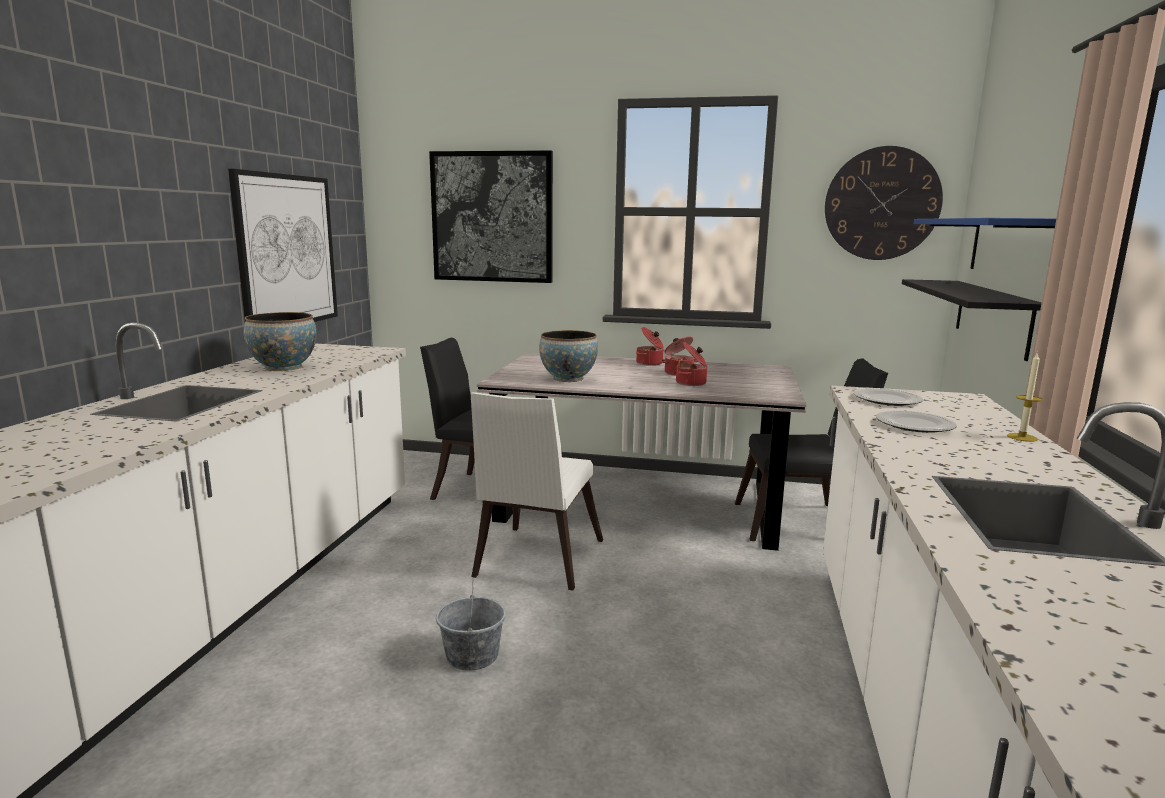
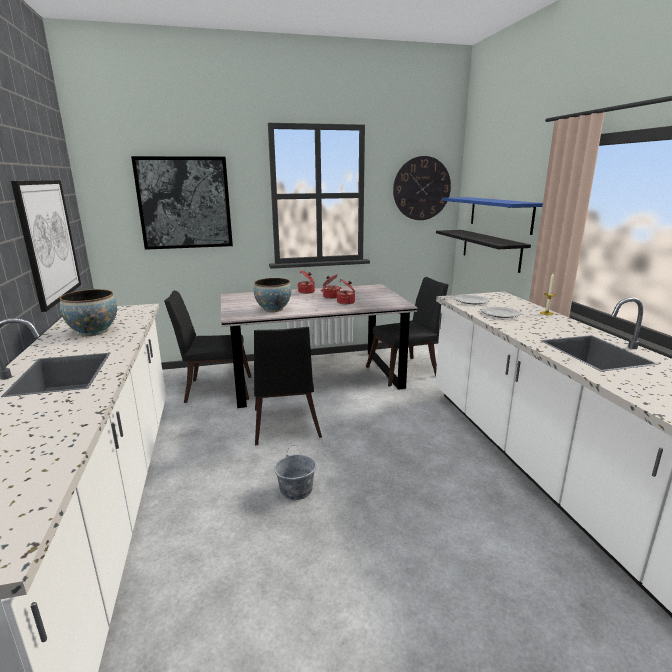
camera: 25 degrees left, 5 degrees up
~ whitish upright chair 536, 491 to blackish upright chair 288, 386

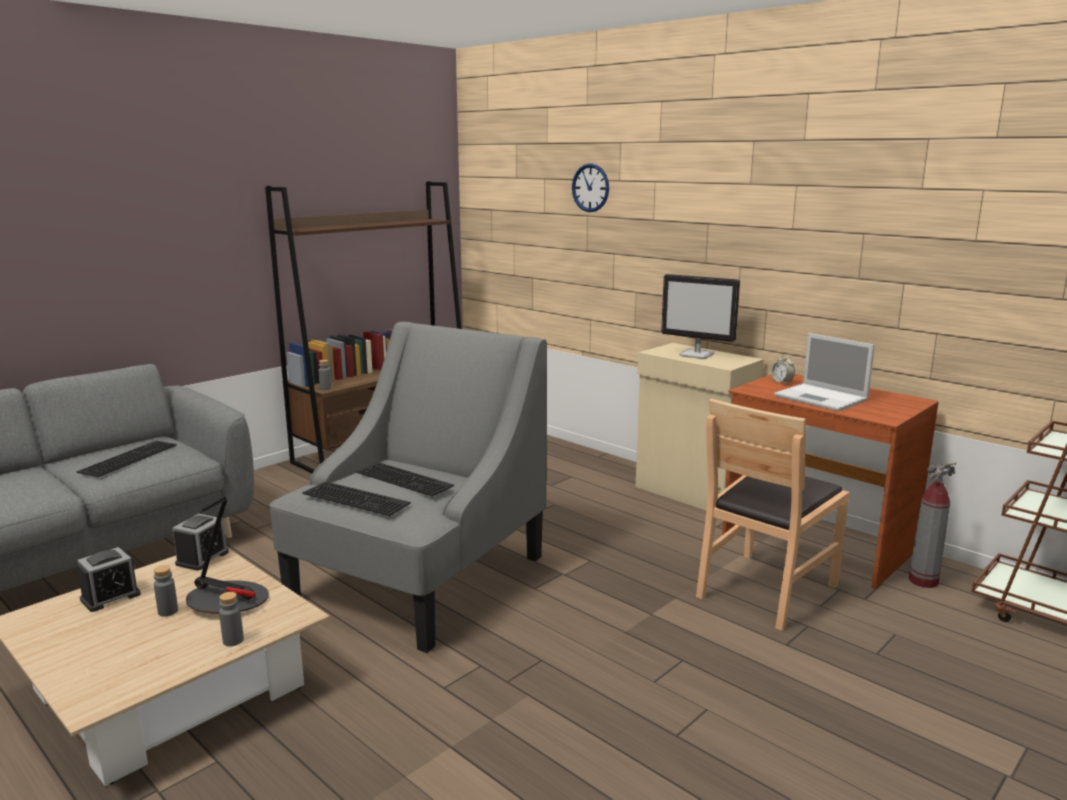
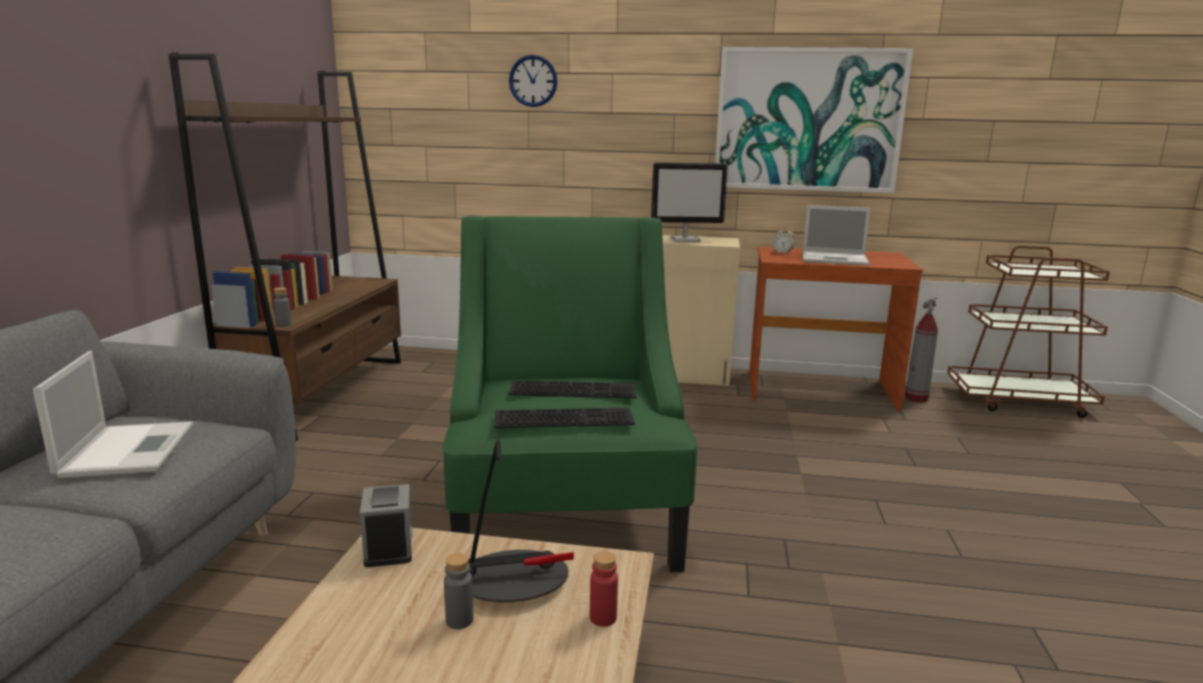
camera: 35 degrees left, 0 degrees up
- table clock 108, 579
~ keyboard 127, 459 to laptop 113, 414
~ greyish beverage bottle 231, 619 to red-coloured beverage bottle 604, 589
~ greyish easy chair 408, 487 to green-coloured easy chair 570, 394
- brownish upright chair 773, 514
+ picture 814, 120

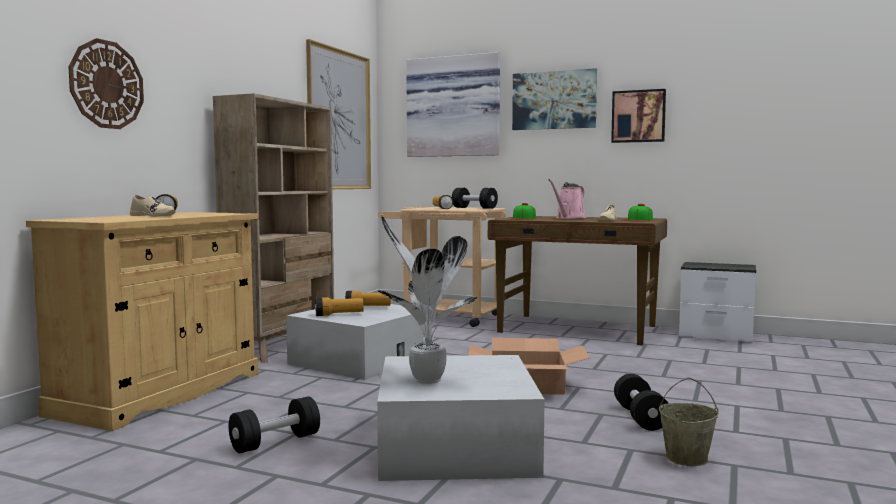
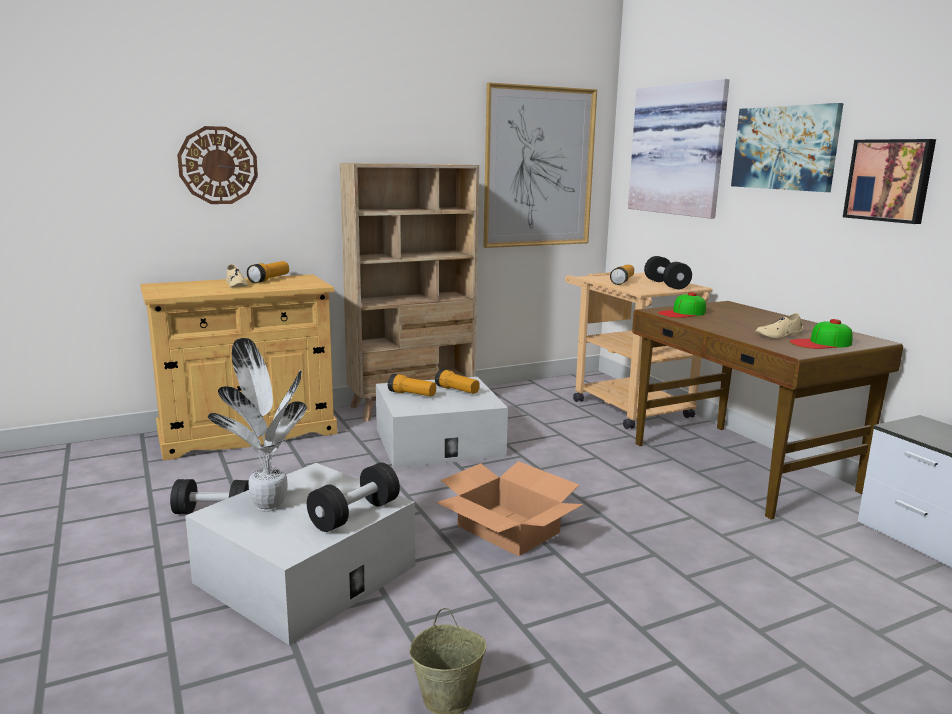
camera: 40 degrees right, 10 degrees up
- pinkish sprinkling can 567, 199
~ blackish hand weight 641, 402 to 353, 497

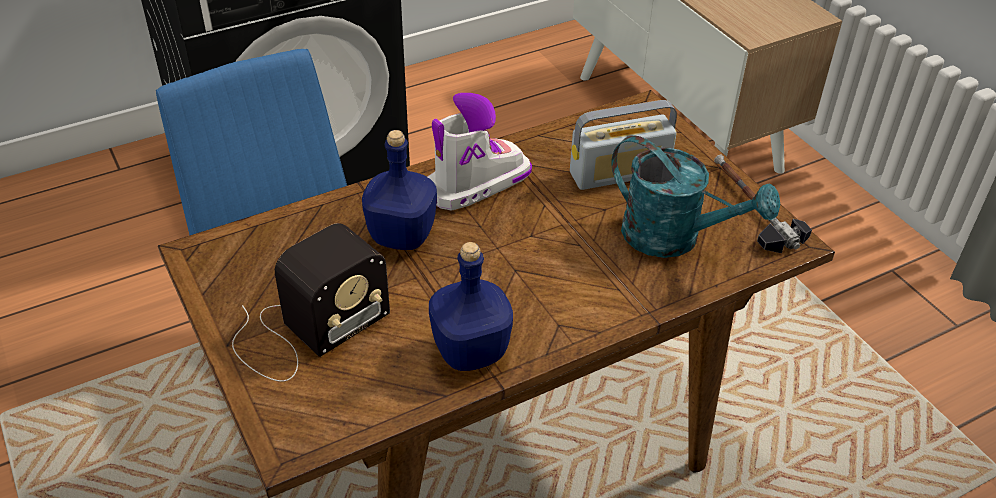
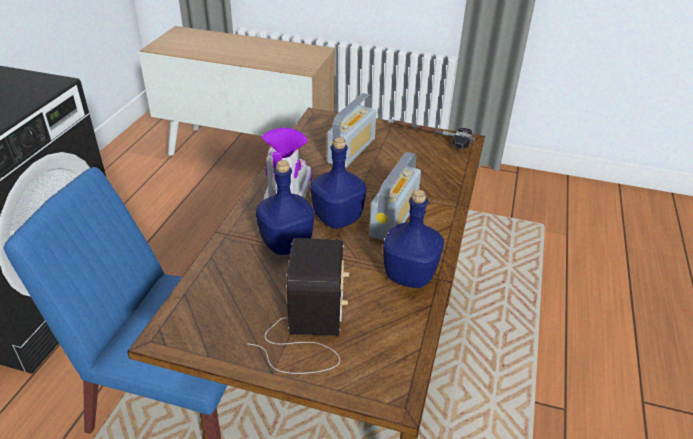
camera: 45 degrees left, 5 degrees down
- turquoise sprinkling can 696, 197
+ bluish beverage bottle 338, 183
+ radio receiver 395, 196

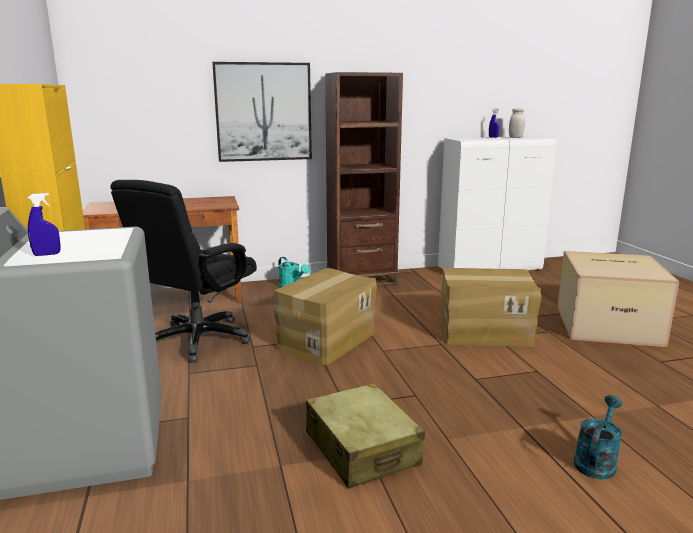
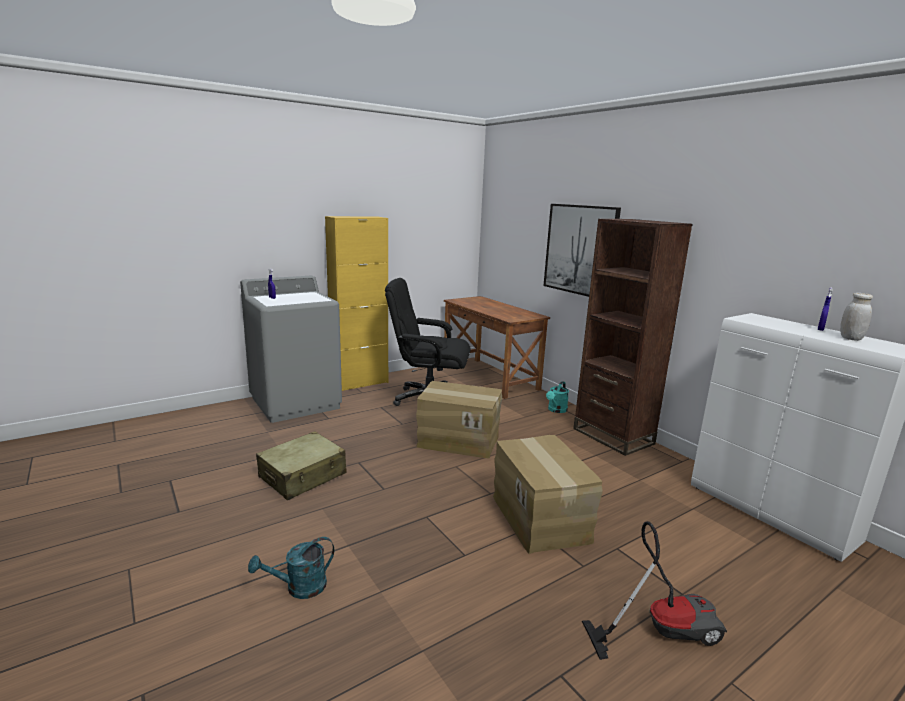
camera: 70 degrees right, 0 degrees up
~ cardboard box 618, 299 to vacuum cleaner 654, 590
~ turquoise sprinkling can 598, 437 = 291, 568 135 degrees clockwise

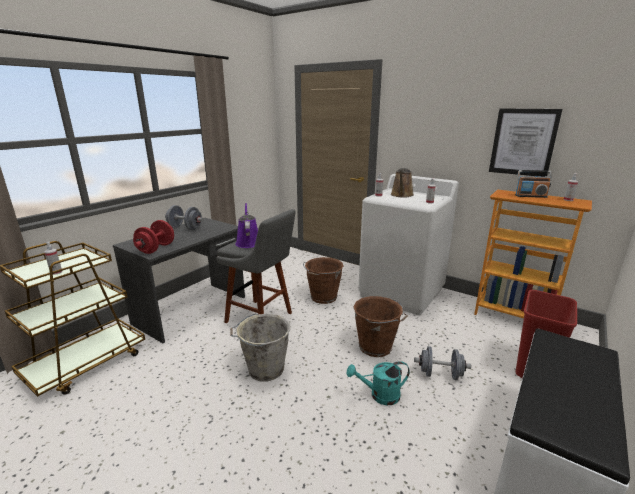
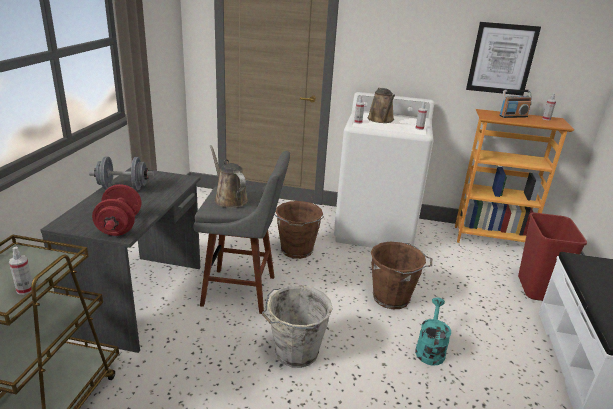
camera: 25 degrees left, 5 degrees up
~ purple-coloured sprinkling can 246, 225 to brownish sprinkling can 229, 176
~ turquoise sprinkling can 378, 383 = 433, 332 135 degrees clockwise
- greyish hand weight 442, 363

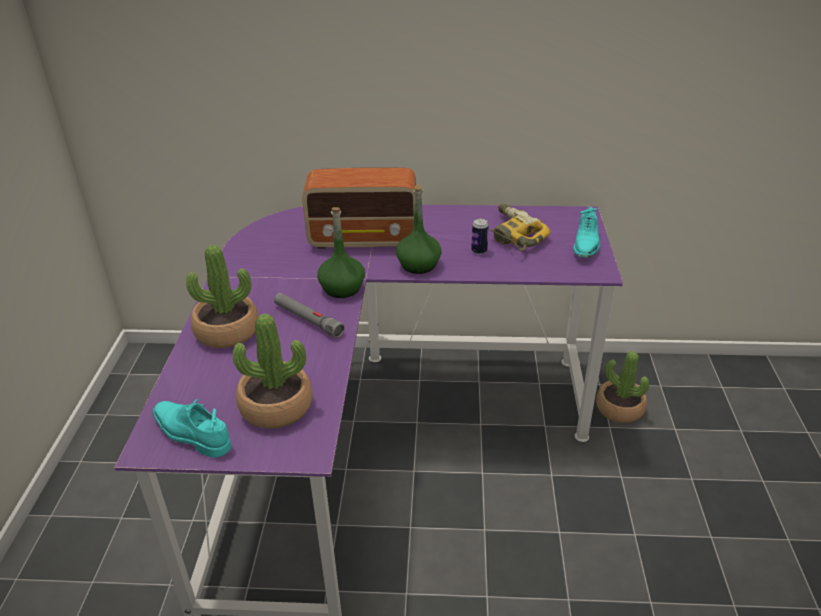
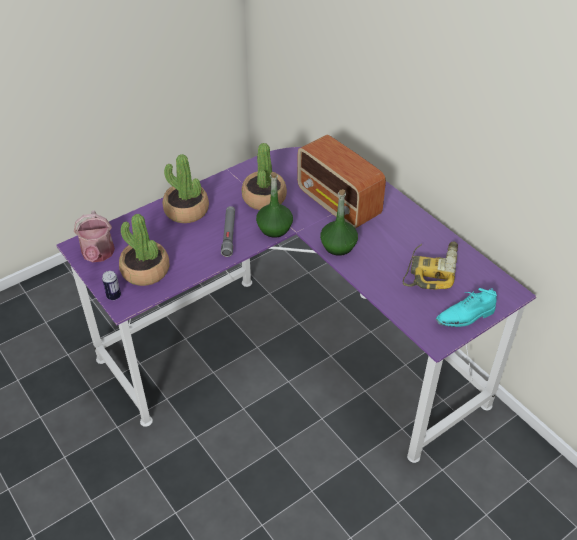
camera: 50 degrees right, 10 degrees up
~ turquoise item of footwear 192, 428 to sprinkling can 94, 236
~ metal can 480, 236 to 111, 285
~ plant in a pot 622, 387 to 264, 176

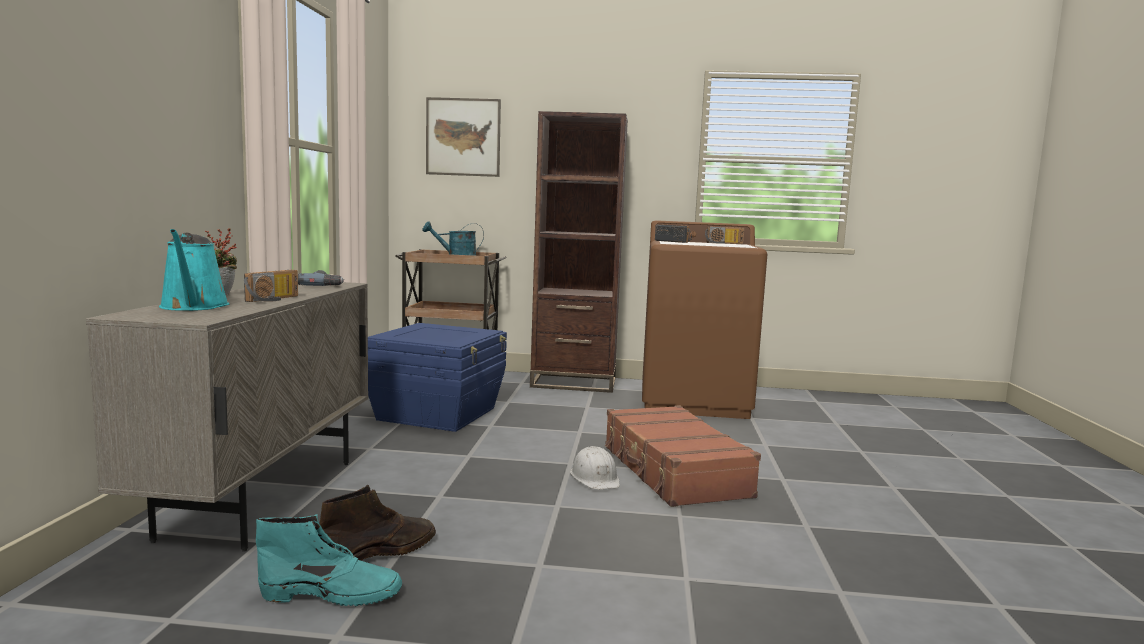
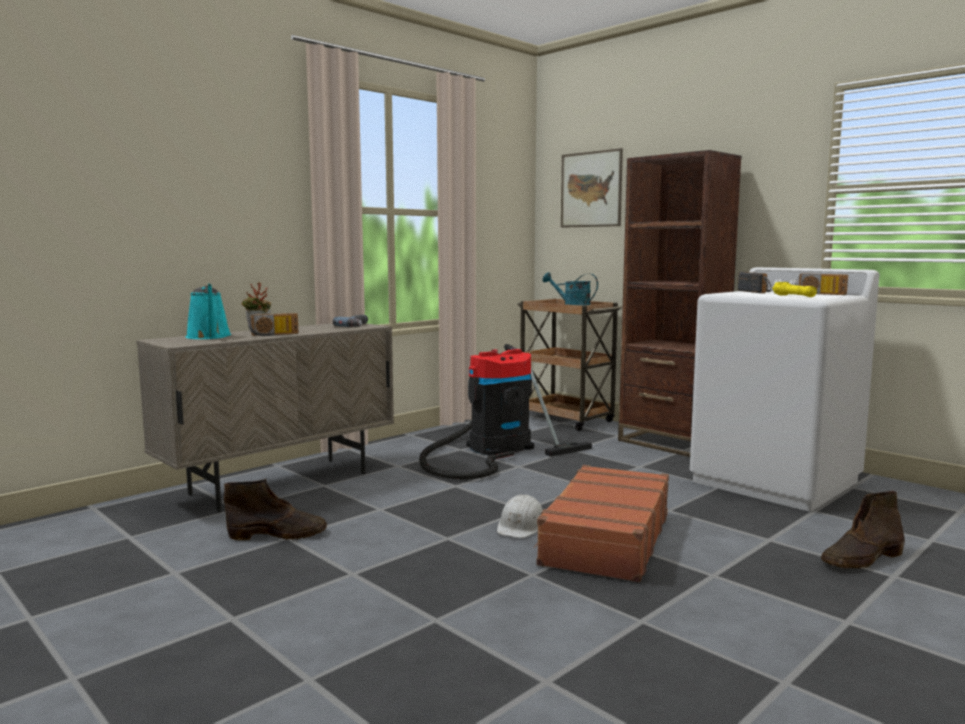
camera: 40 degrees right, 0 degrees up
~ turquoise sprinkling can 194, 270 = 208, 311 45 degrees counterclockwise
- turquoise high-top boot 329, 560
~ bluish storage container 437, 377 to vacuum cleaner 505, 412
~ brownish laundry machine 704, 319 to whitish laundry machine 784, 389
+ yellow-coloured flashlight 794, 289
+ brownish high-top boot 863, 530

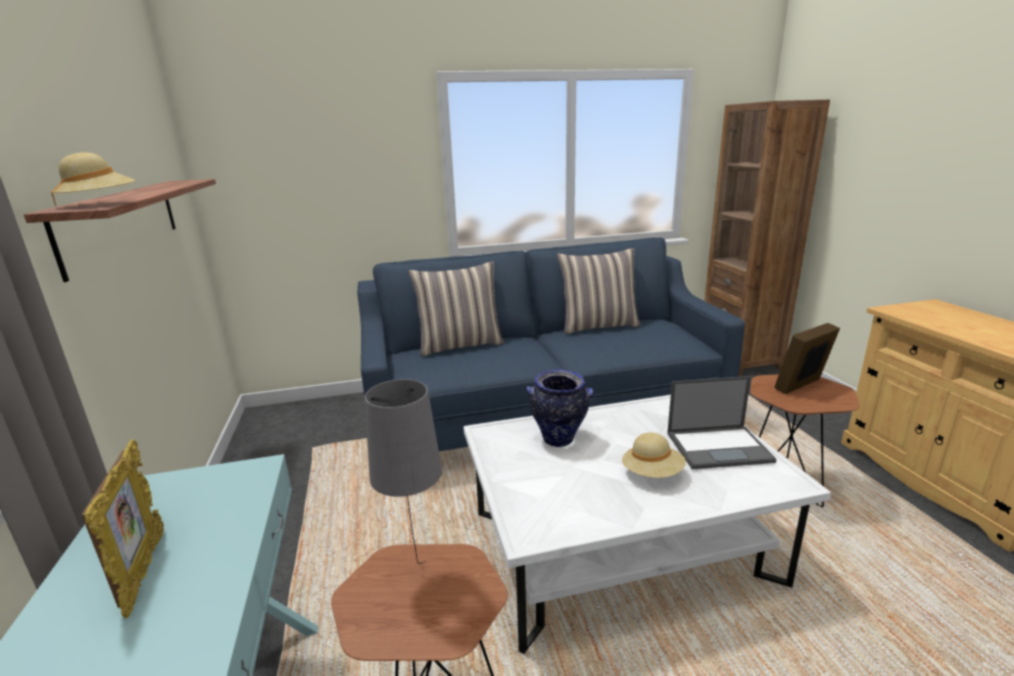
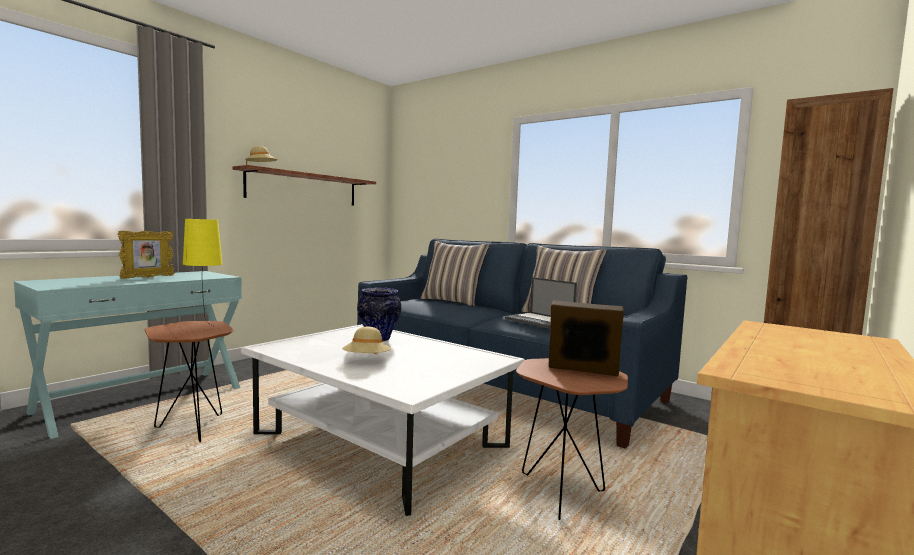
camera: 50 degrees right, 15 degrees down
~ greyish table lamp 403, 471 to yellow-coloured table lamp 203, 273
~ laptop 722, 422 to 541, 303

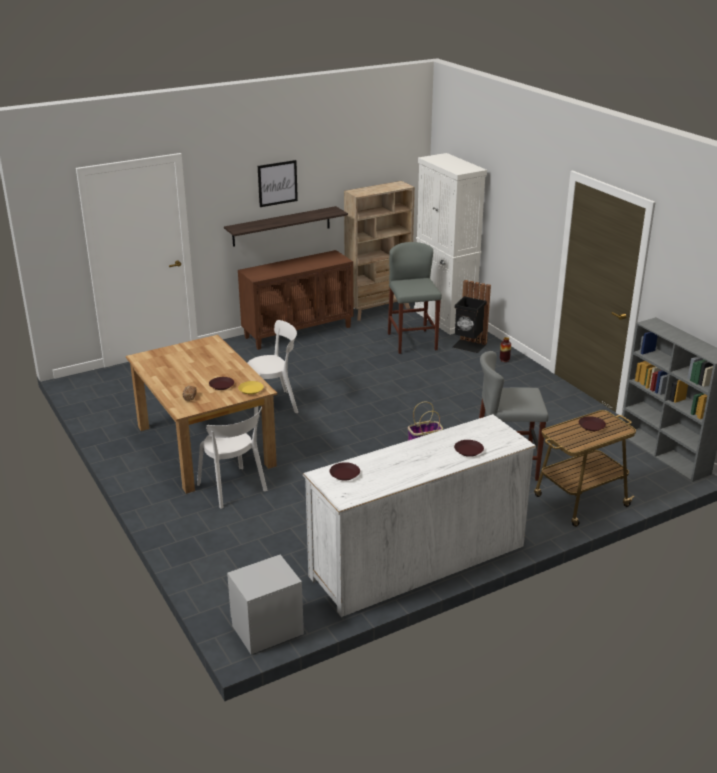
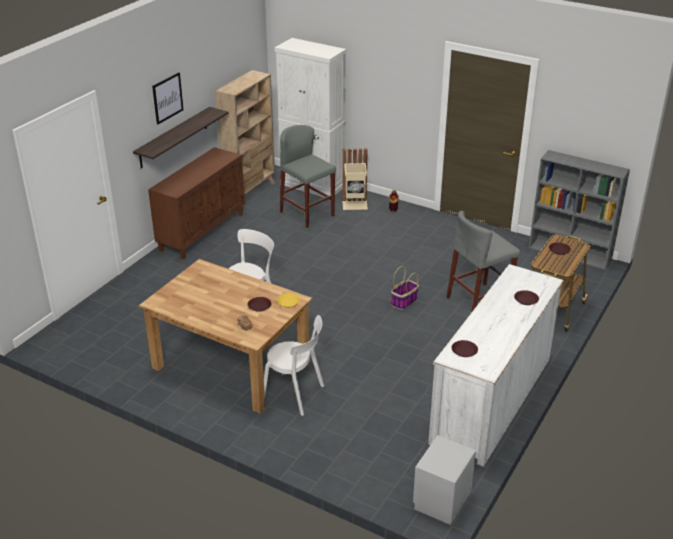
camera: 30 degrees left, 5 degrees up
~ blackish rubbish bin 472, 316 to beige rubbish bin 355, 179

